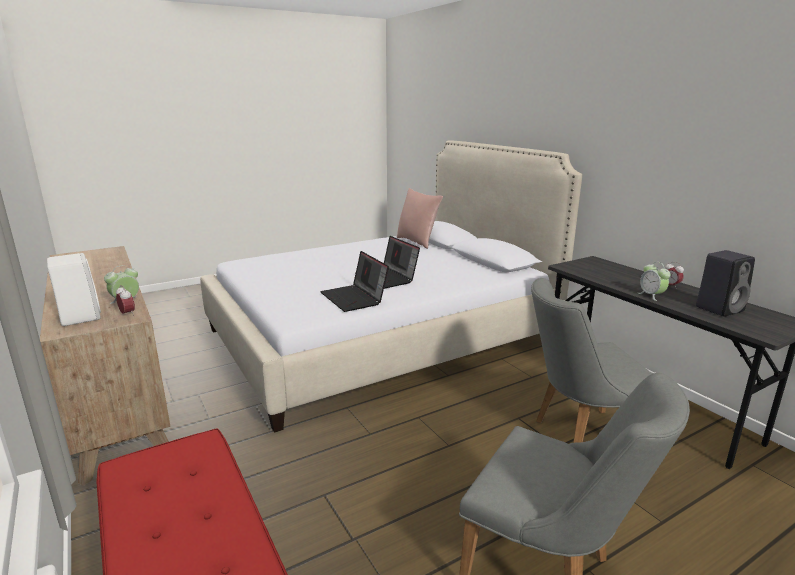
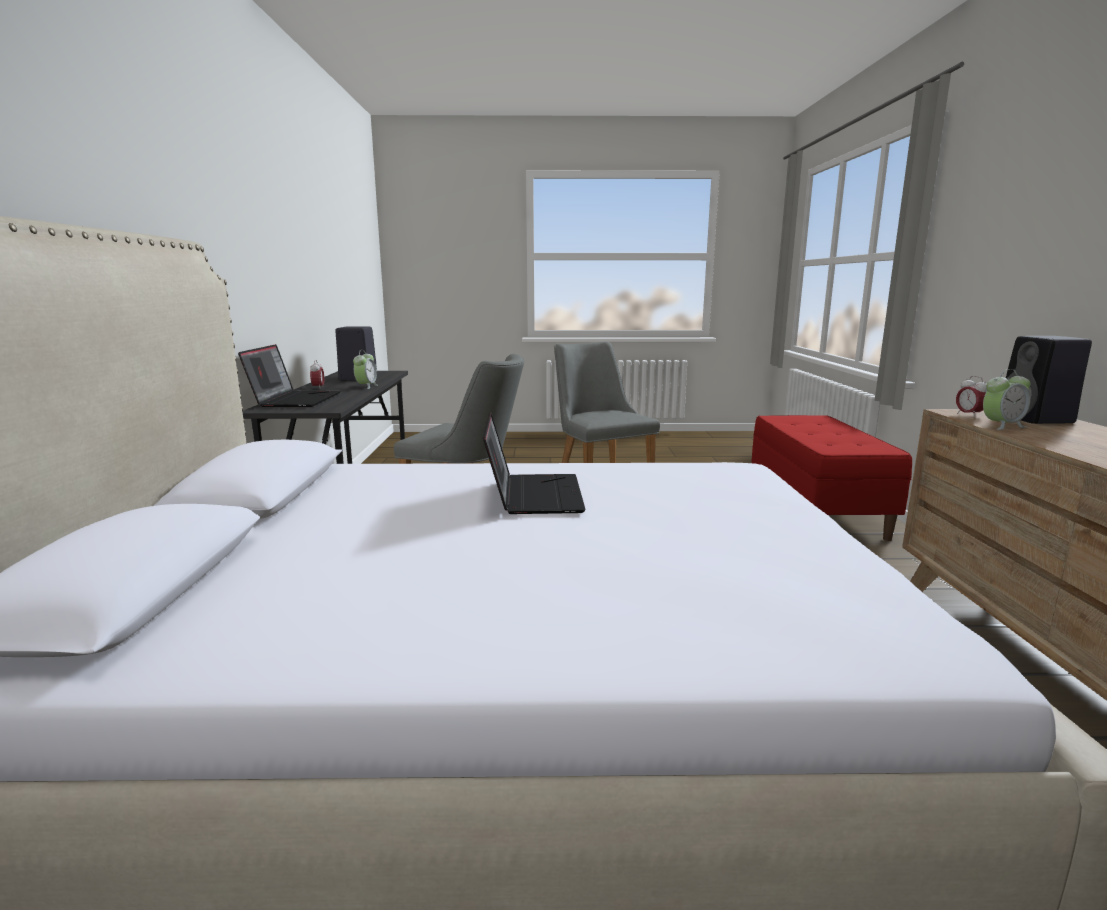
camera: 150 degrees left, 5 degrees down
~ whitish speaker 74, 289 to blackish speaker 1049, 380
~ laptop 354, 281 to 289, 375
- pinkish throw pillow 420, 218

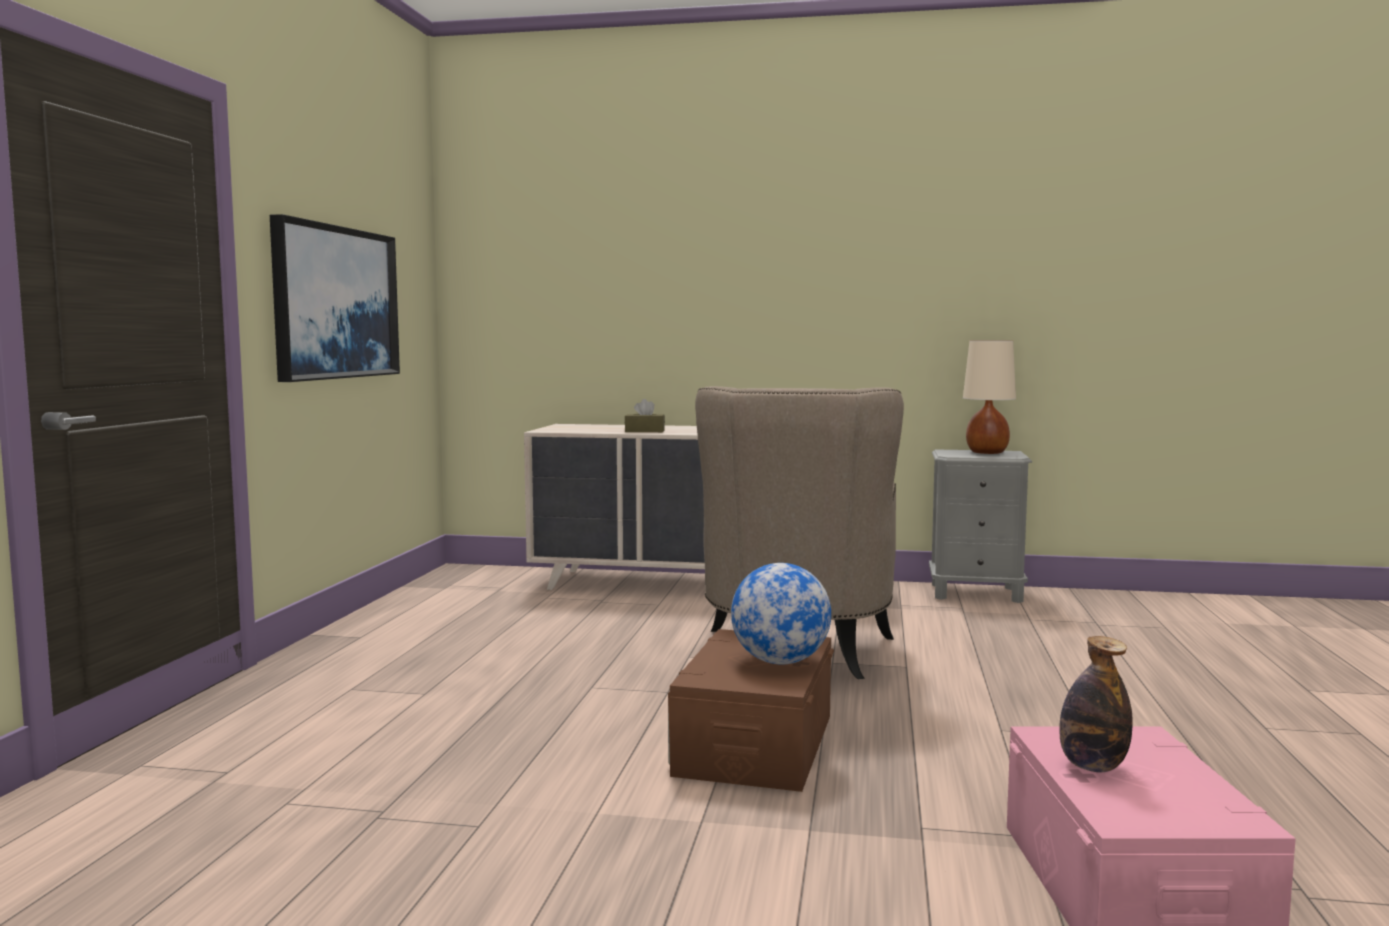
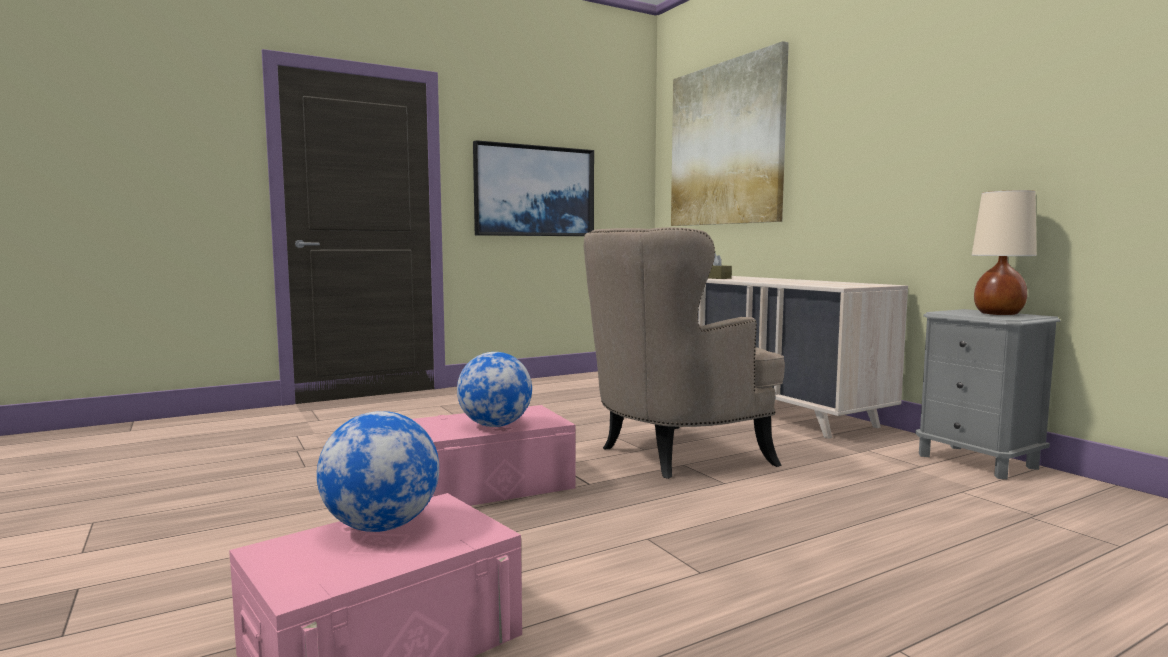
camera: 50 degrees right, 0 degrees up
~ brownish storage container 751, 710 to pinkish storage container 493, 455
~ beverage bottle 1096, 704 to world globe 378, 471
+ picture 730, 133

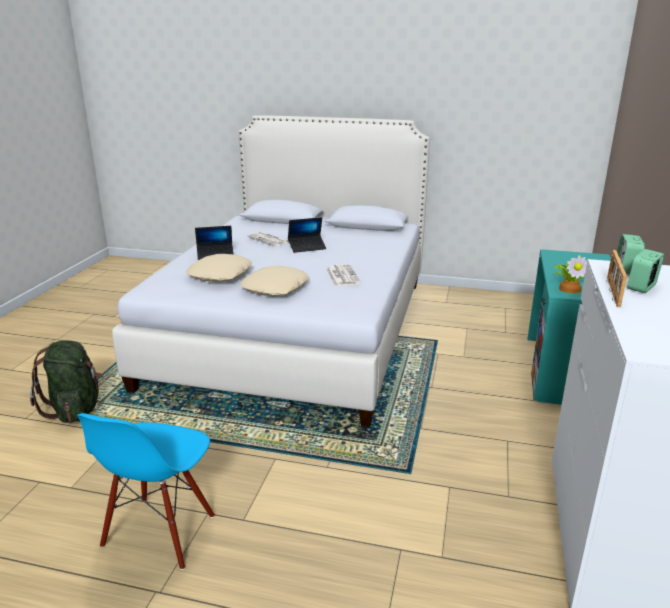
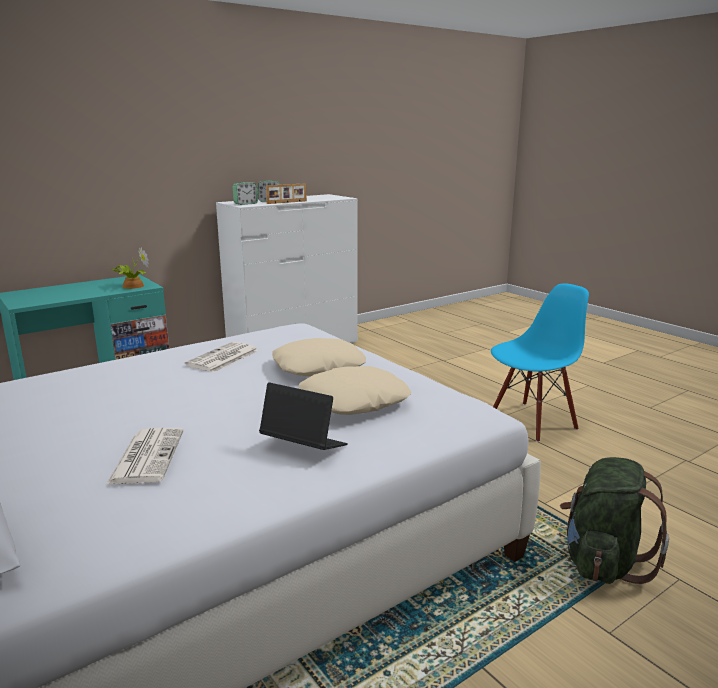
camera: 140 degrees left, 5 degrees down
- laptop 307, 235

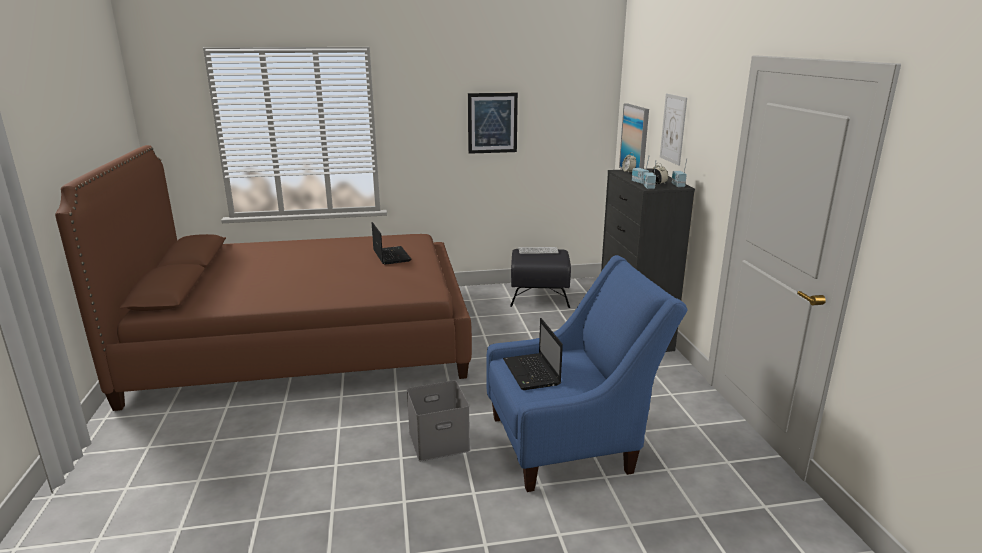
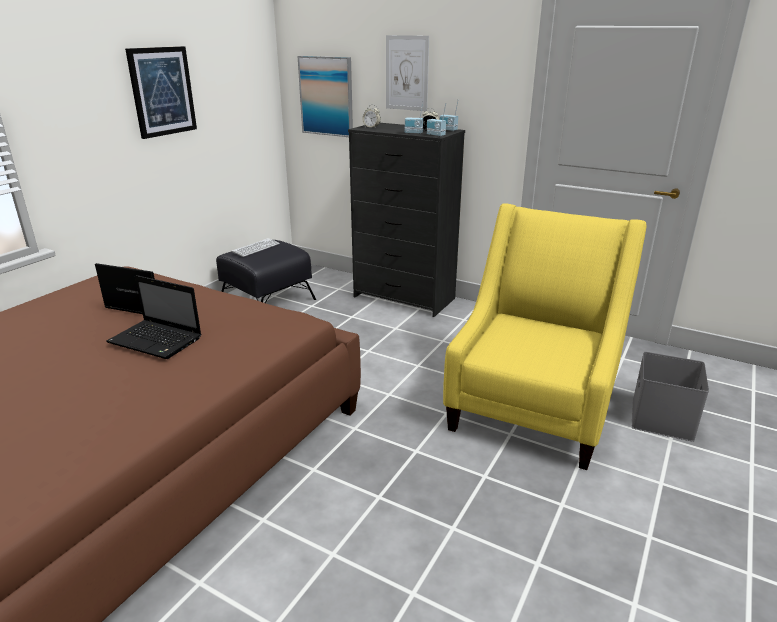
camera: 50 degrees left, 5 degrees up
~ greyish storage container 438, 420 to 670, 397
~ bluish easy chair 587, 373 to yellow-coloured easy chair 544, 336
~ laptop 533, 354 to 154, 317

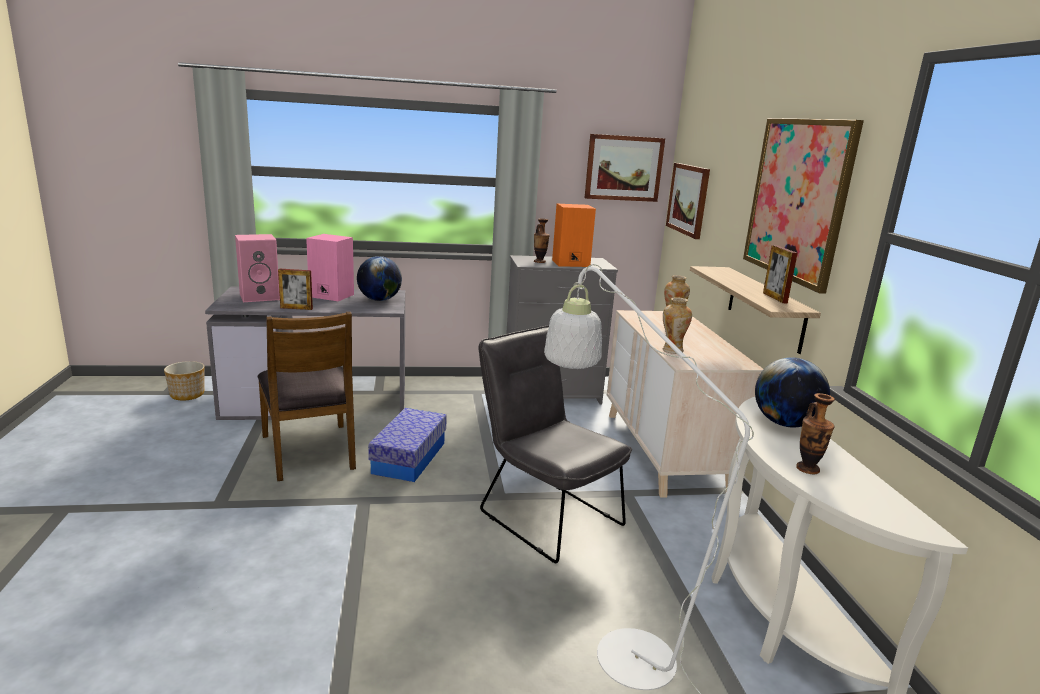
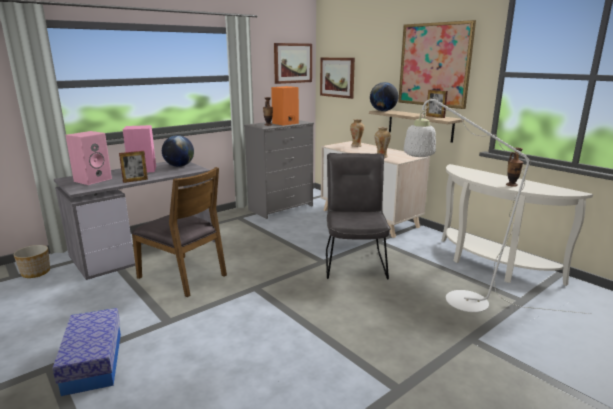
camera: 30 degrees left, 0 degrees up
~ storage container 407, 445 to 87, 352
~ greyish upright chair 555, 444 = 358, 216 75 degrees clockwise
~ world globe 792, 392 to 384, 96

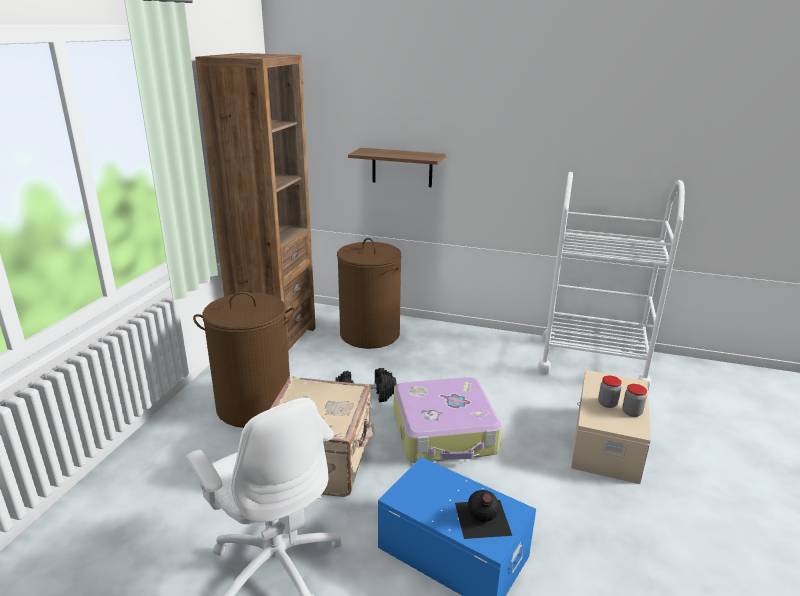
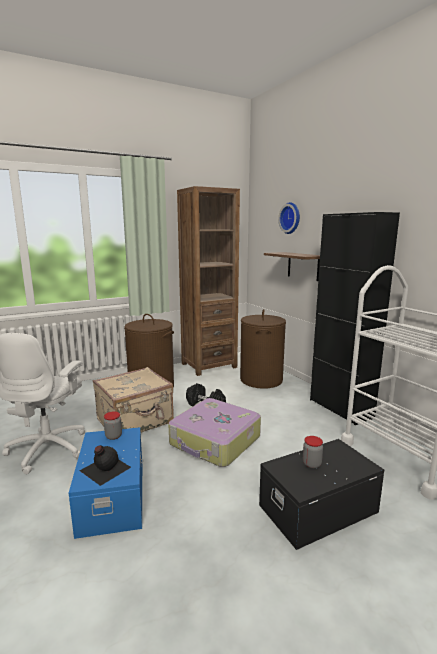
camera: 45 degrees right, 10 degrees down
~ beige storage container 611, 427 to blackish storage container 321, 494
~ jar 634, 400 to 113, 425
+ wall clock 289, 218
+ blackish storage cabinet 355, 318

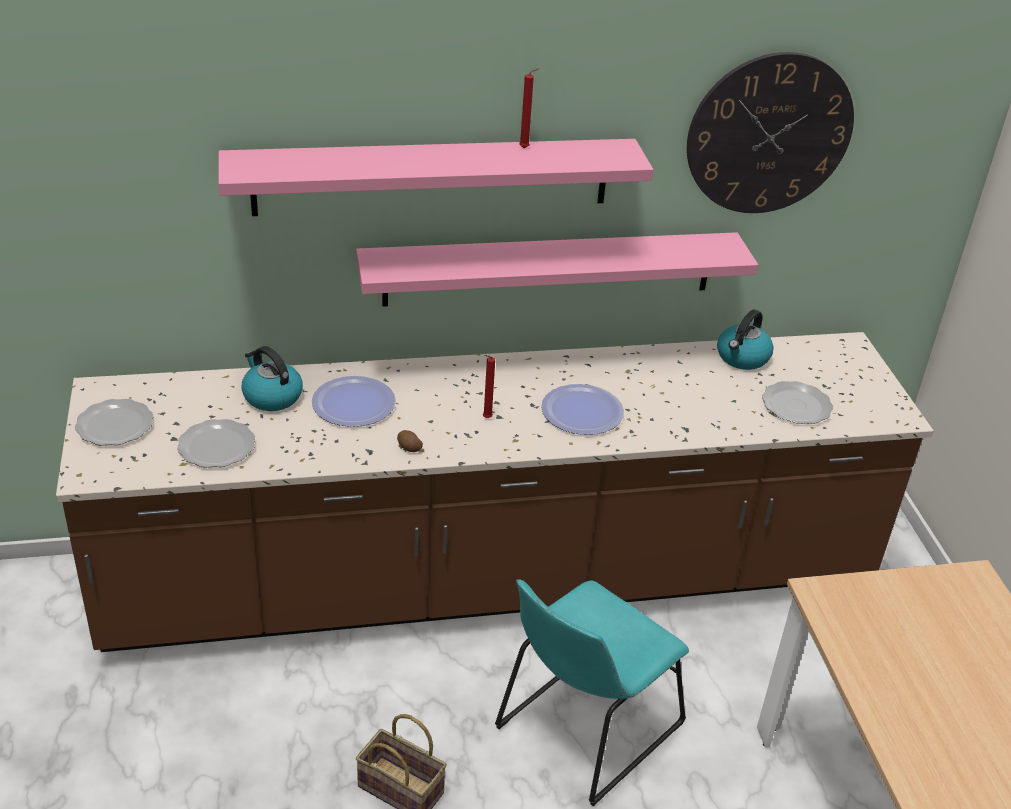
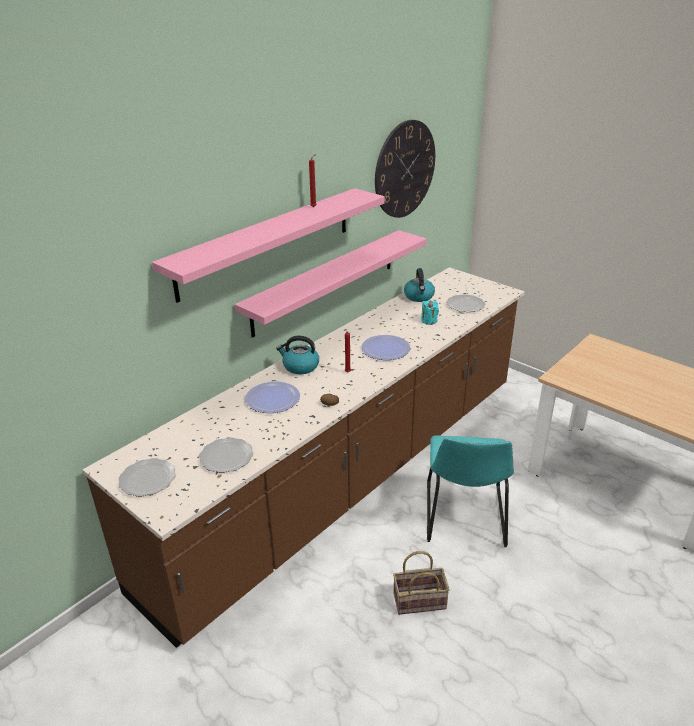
camera: 35 degrees left, 5 degrees down
~ water kettle 272, 378 to 297, 355
+ turquoise wax candle 430, 312

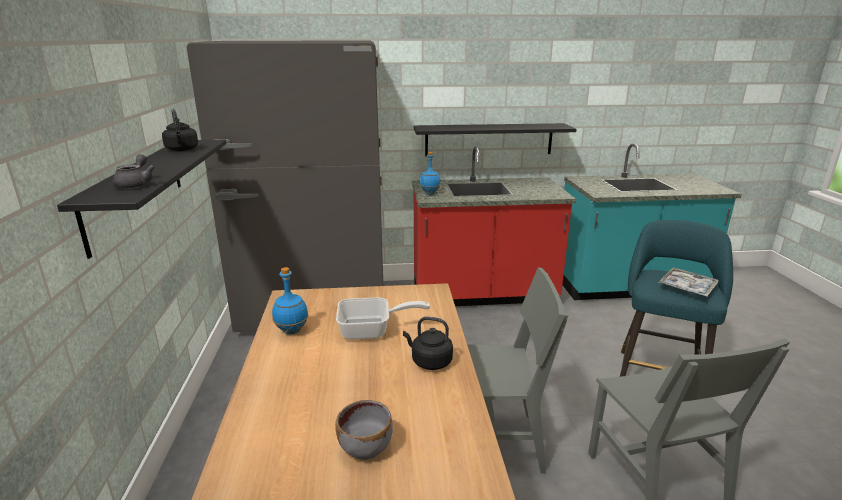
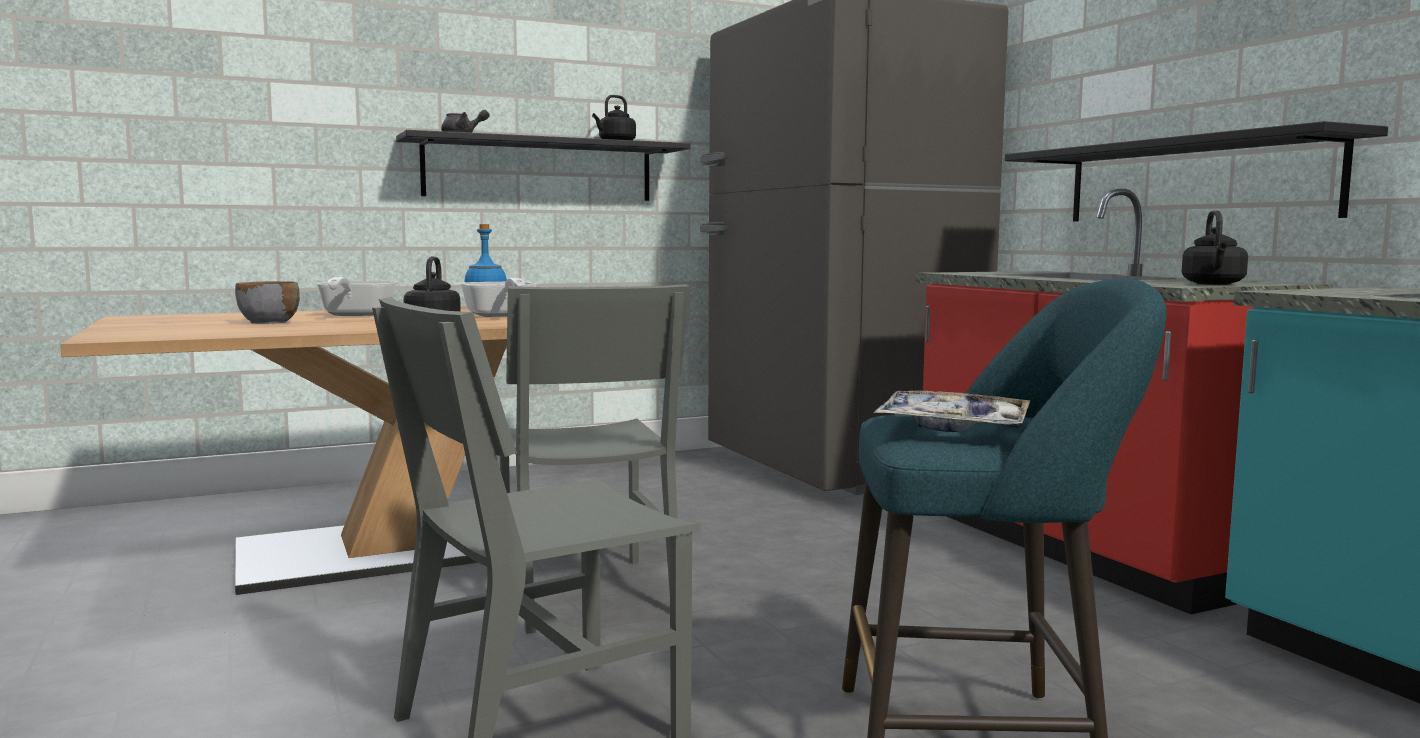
camera: 70 degrees right, 15 degrees down
- bluish beverage bottle 430, 173
+ skillet 357, 296
+ blackish water kettle 1215, 247

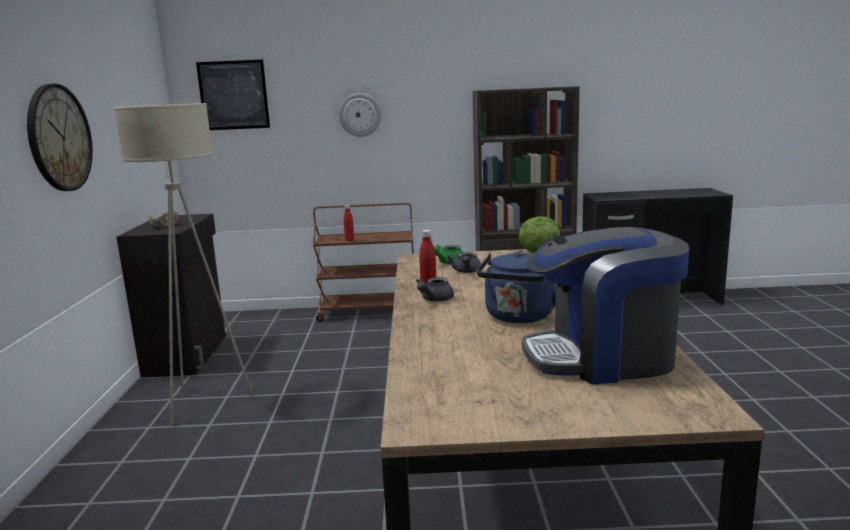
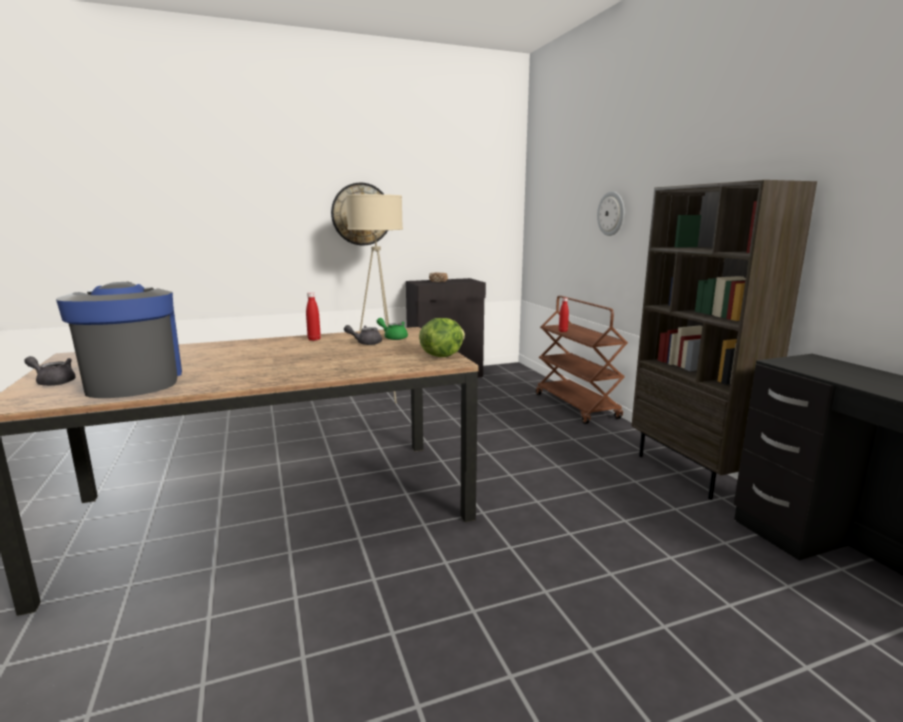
camera: 70 degrees right, 0 degrees up
- picture 233, 94
~ greyish pot for tea 435, 289 to 50, 371
- bluish water kettle 516, 286

